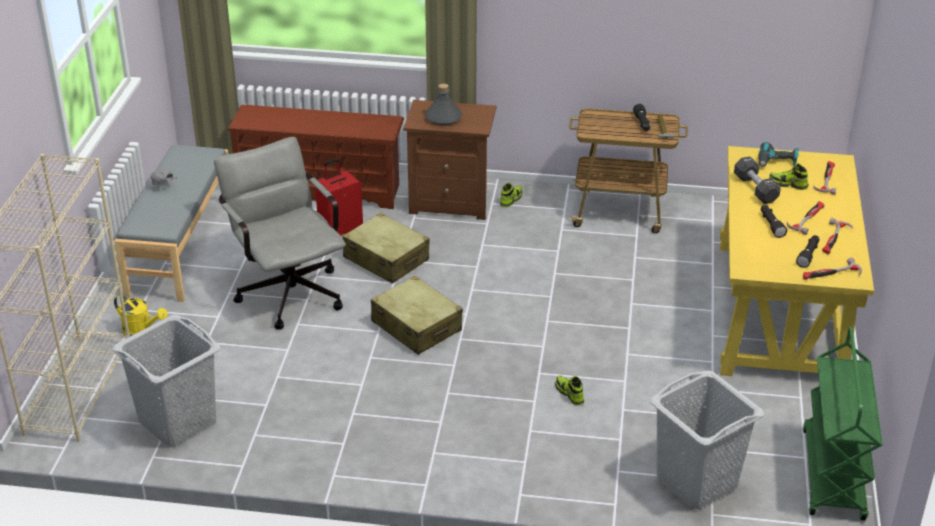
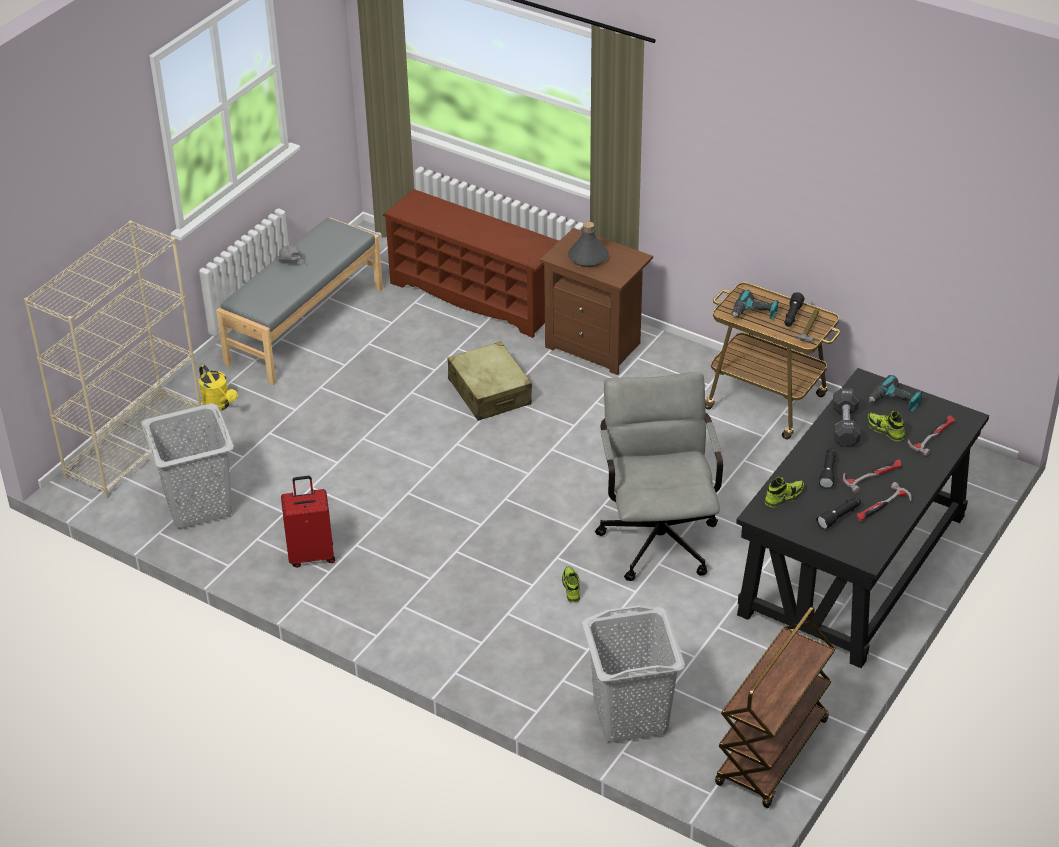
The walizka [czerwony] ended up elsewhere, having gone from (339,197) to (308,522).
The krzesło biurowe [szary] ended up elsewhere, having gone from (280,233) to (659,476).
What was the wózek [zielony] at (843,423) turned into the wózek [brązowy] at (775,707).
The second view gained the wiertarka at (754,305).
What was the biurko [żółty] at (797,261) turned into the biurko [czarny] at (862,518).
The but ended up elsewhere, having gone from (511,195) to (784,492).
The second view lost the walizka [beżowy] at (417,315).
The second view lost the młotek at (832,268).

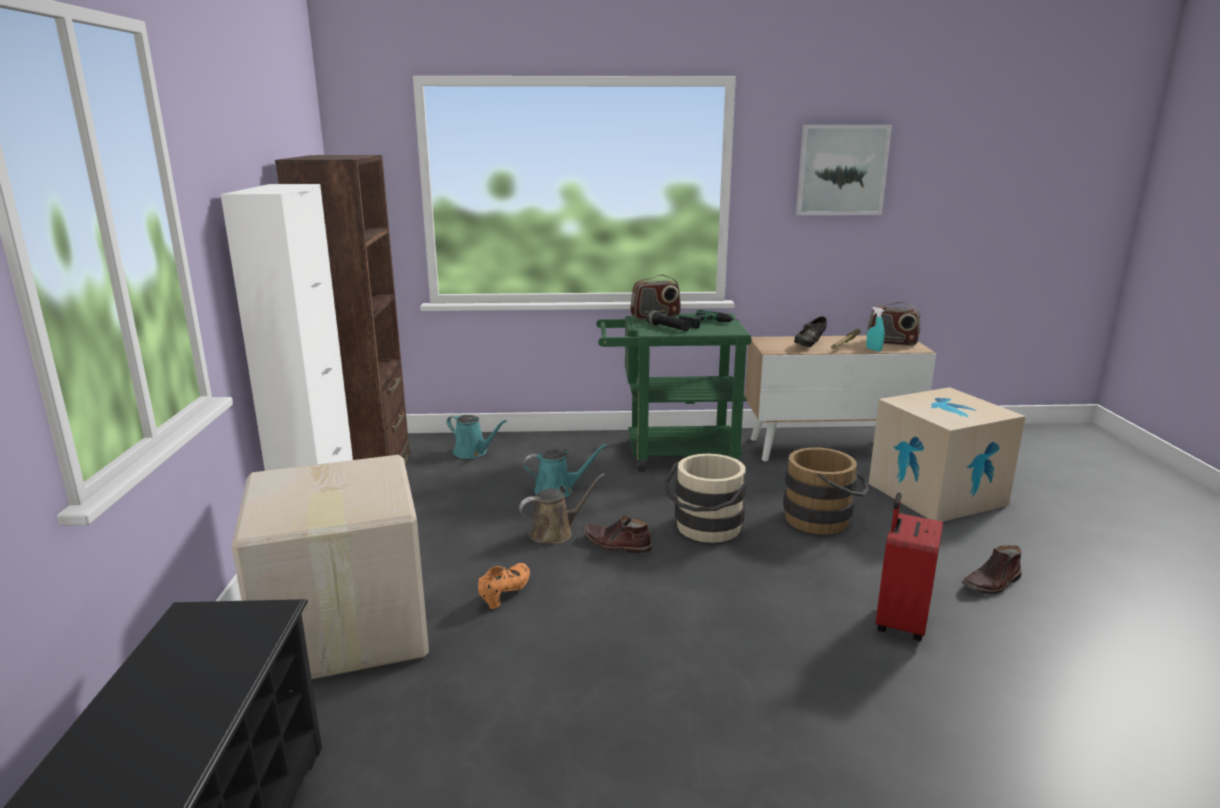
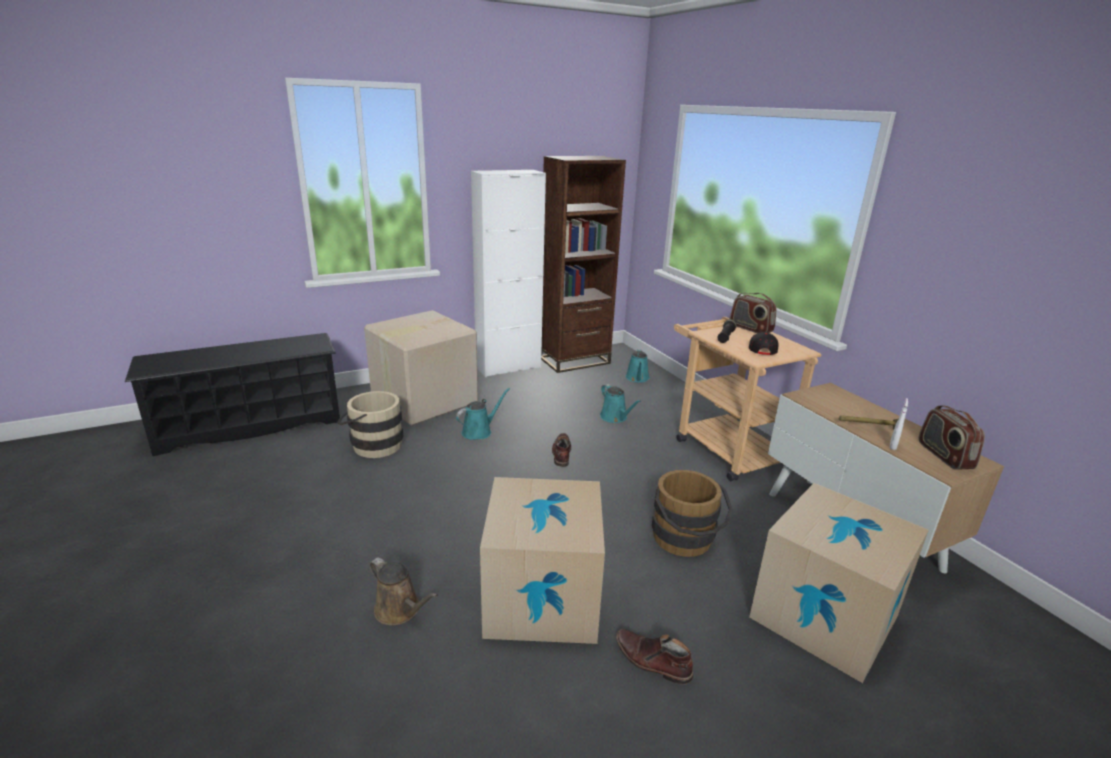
The wiadro [beżowy] ended up elsewhere, having gone from (705,498) to (370,424).
The konewka [brązowy] ended up elsewhere, having gone from (562,508) to (403,592).
Where the but [pomarańczowy] stood at (504,586), the konewka [turkusowy] came to stand at (483,414).
Where the walizka [czerwony] stood at (909,567), the karton came to stand at (542,560).
What was the wózek [zielony] at (674,392) turned into the wózek [beżowy] at (748,399).
Where the wiertarka stood at (710,319), the czapka z daszkiem [czarny] came to stand at (764,343).
What was the spryskiwacz [turkusowy] at (875,329) turned into the spryskiwacz [biały] at (899,424).
The second view lost the but [czarny] at (810,331).
The second view lost the obraz at (844,170).

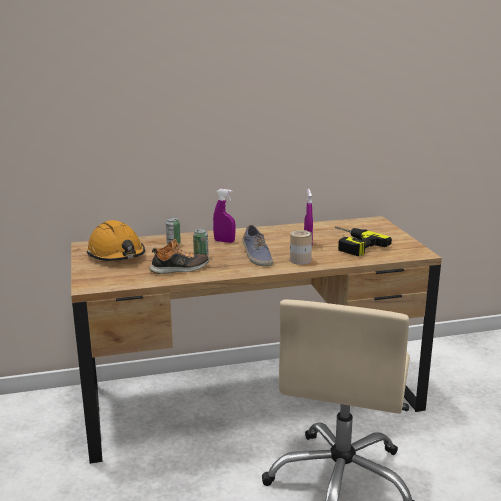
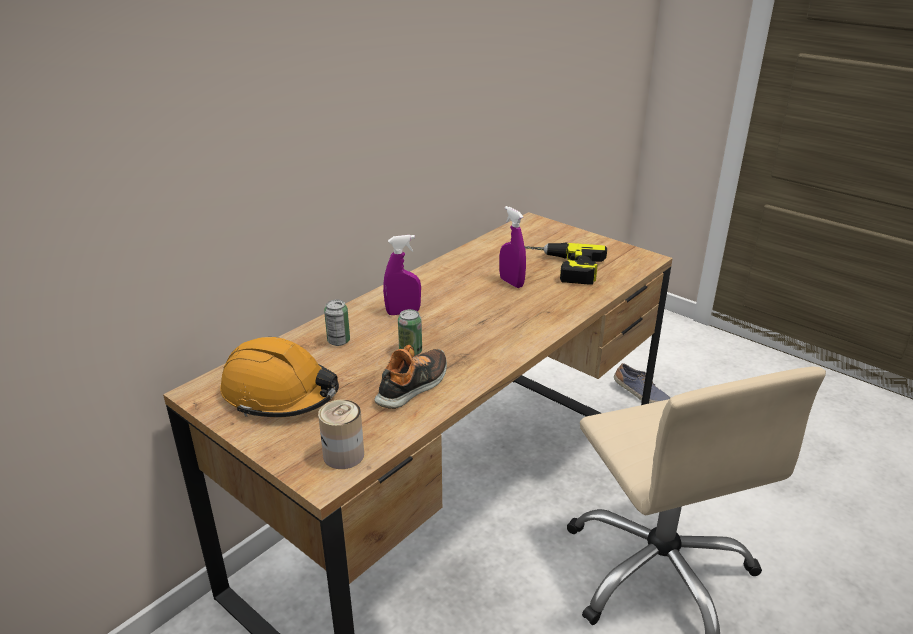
The puszka ended up elsewhere, having gone from (301,247) to (341,434).
The but ended up elsewhere, having gone from (257,245) to (642,383).

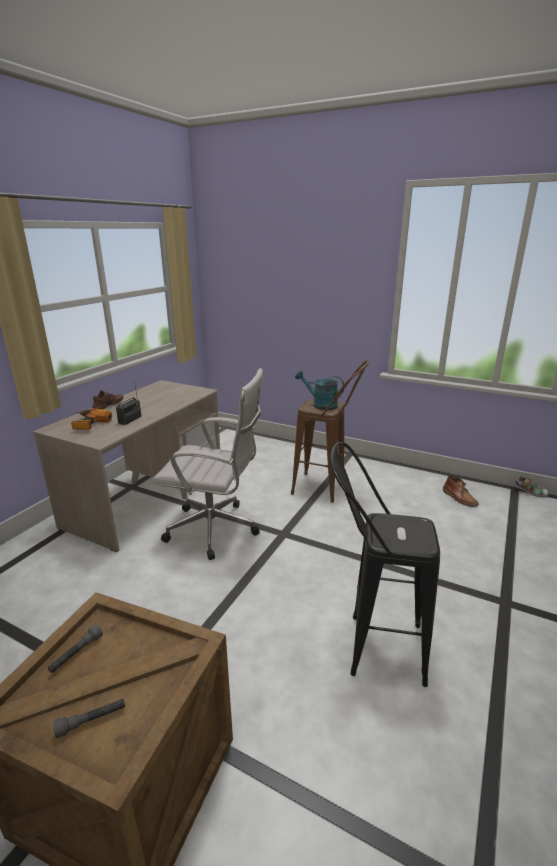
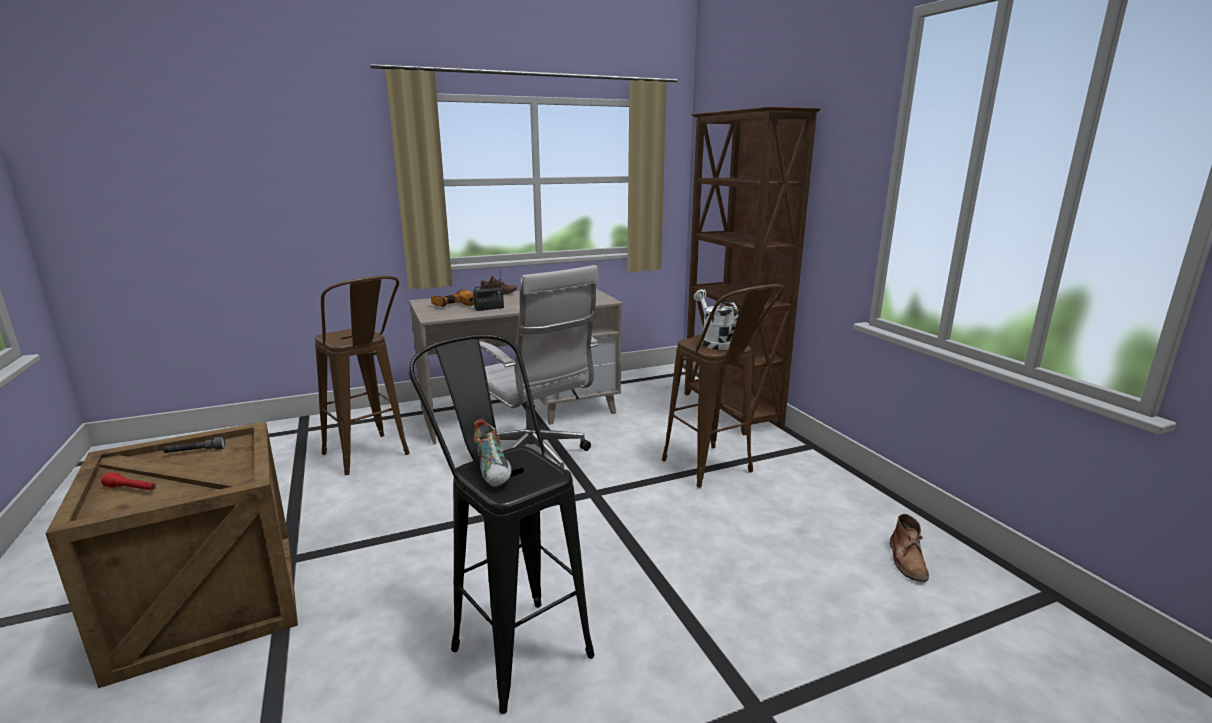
What was the latarka [szary] at (89,718) turned into the latarka [czerwony] at (128,481).
The second view gained the stołek [brązowy] at (362,375).
The but ended up elsewhere, having gone from (531,486) to (492,453).
The second view gained the regał [brązowy] at (753,271).
What was the konewka [turkusowy] at (319,390) turned into the konewka [biały] at (716,319).

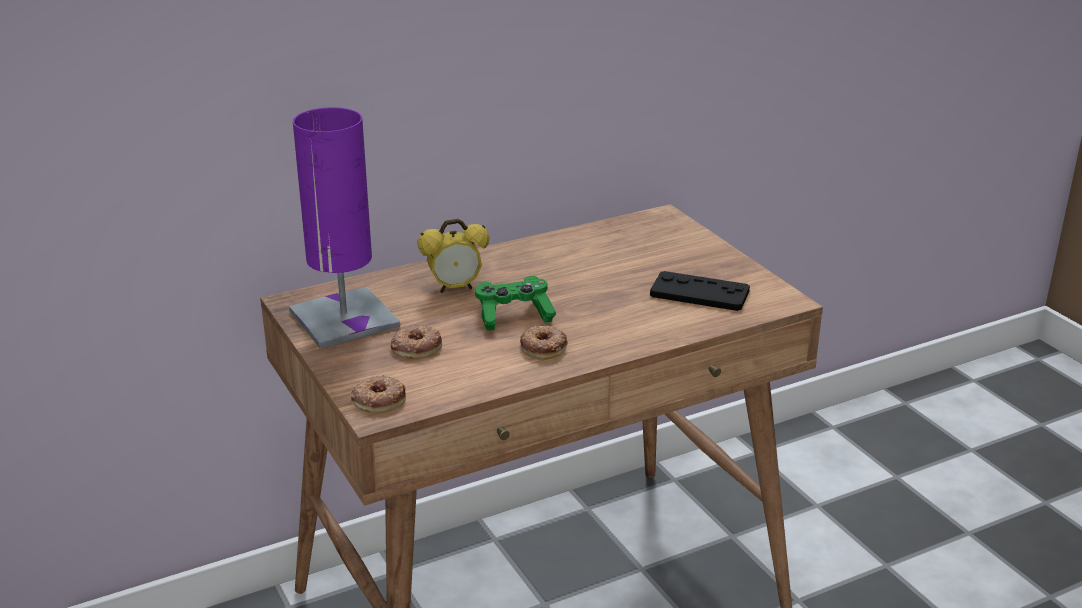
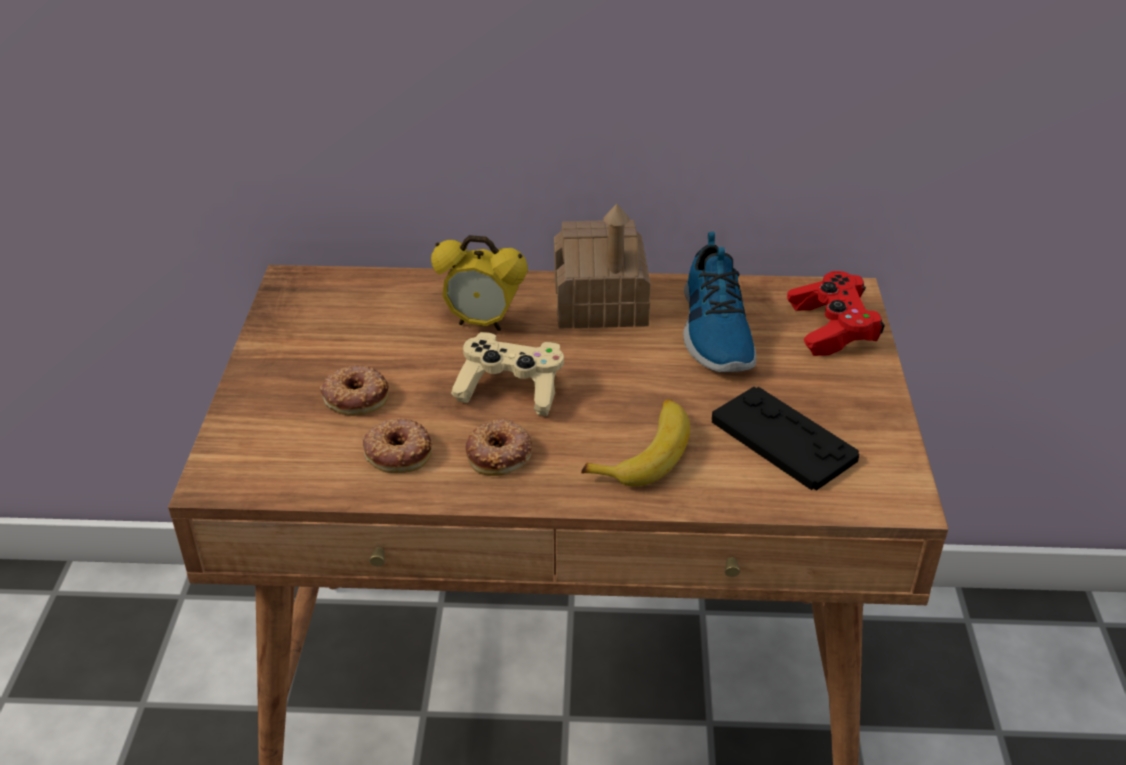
The donut ended up elsewhere, having gone from (378,394) to (398,446).
What was the pad do gier [zielony] at (515,303) turned into the pad do gier [beżowy] at (507,374).
The second view gained the domek at (602,266).
The second view gained the banan at (635,442).
The second view gained the but at (719,302).
The second view gained the pad do gier [czerwony] at (836,313).
The second view lost the lampa stołowa [fioletowy] at (344,228).

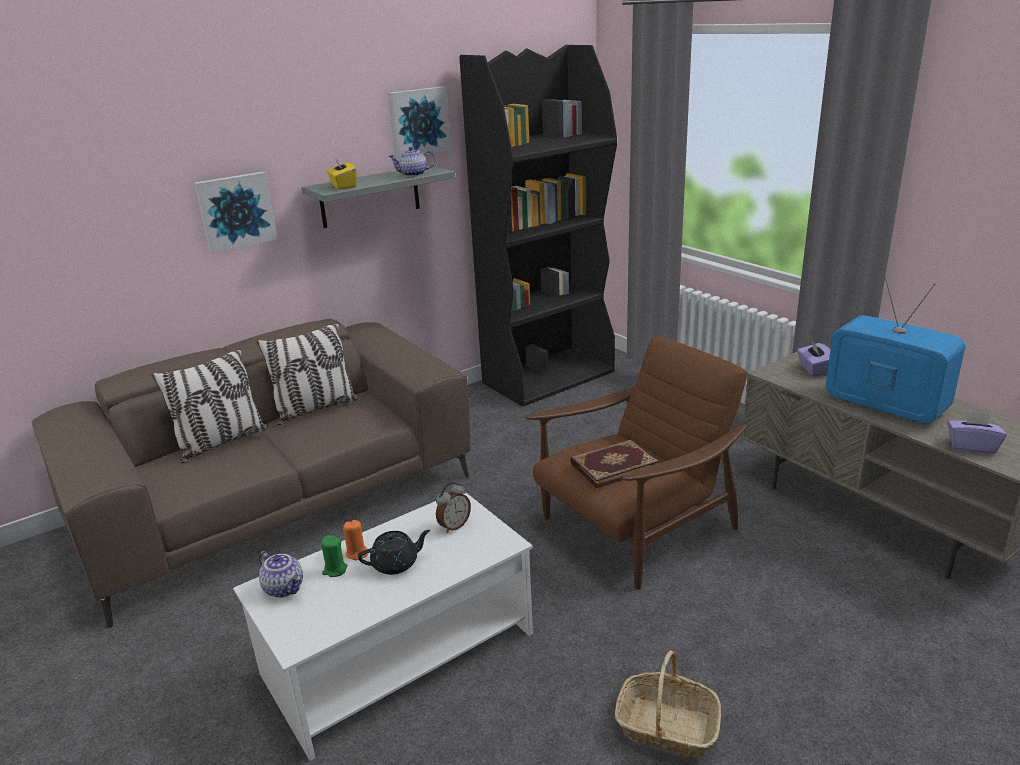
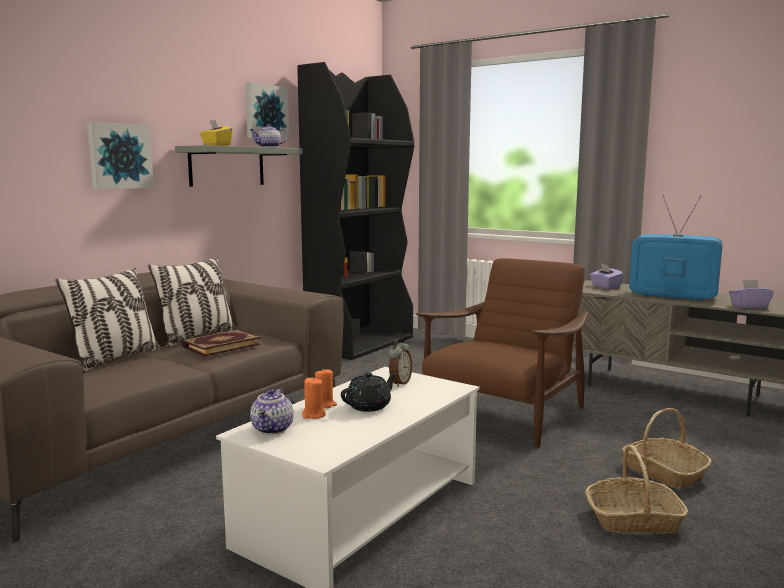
The książka ended up elsewhere, having gone from (614,464) to (221,343).
The imbryk at (281,574) ended up facing another way, 75 degrees clockwise from before.
What was the świeca [zielony] at (334,556) turned into the świeca [pomarańczowy] at (314,398).
The second view gained the koszyk at (667,448).

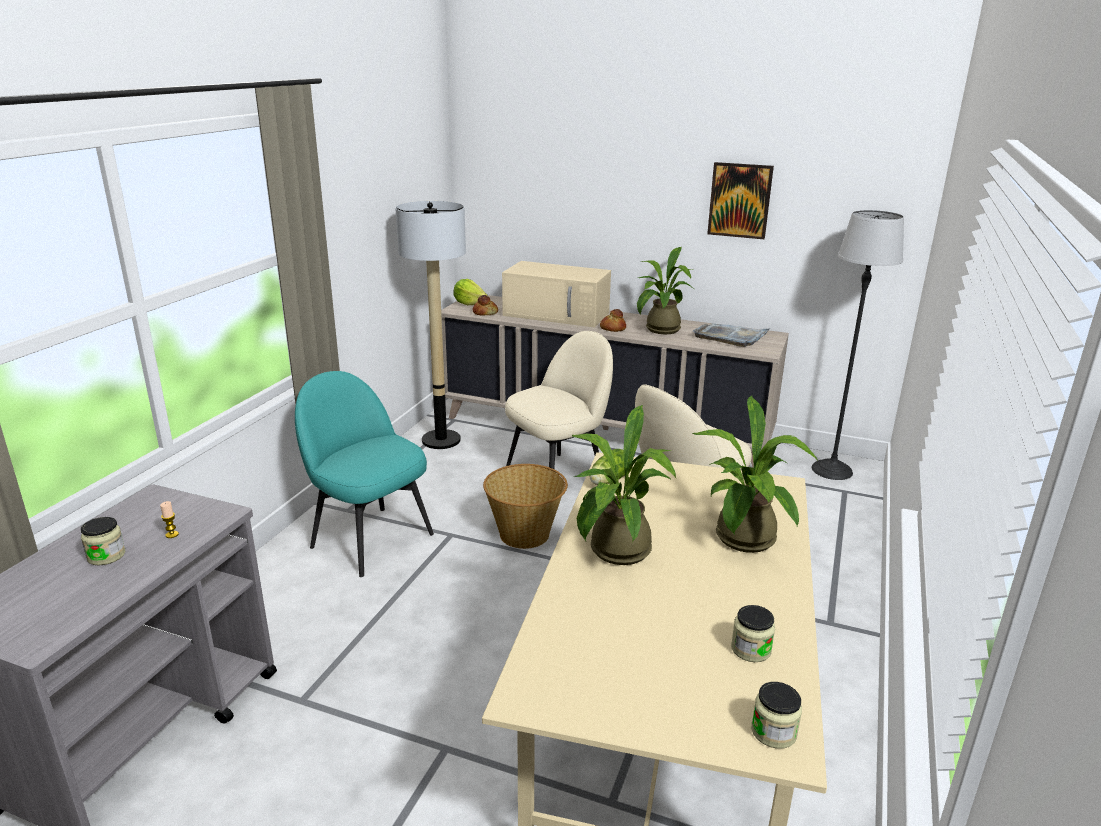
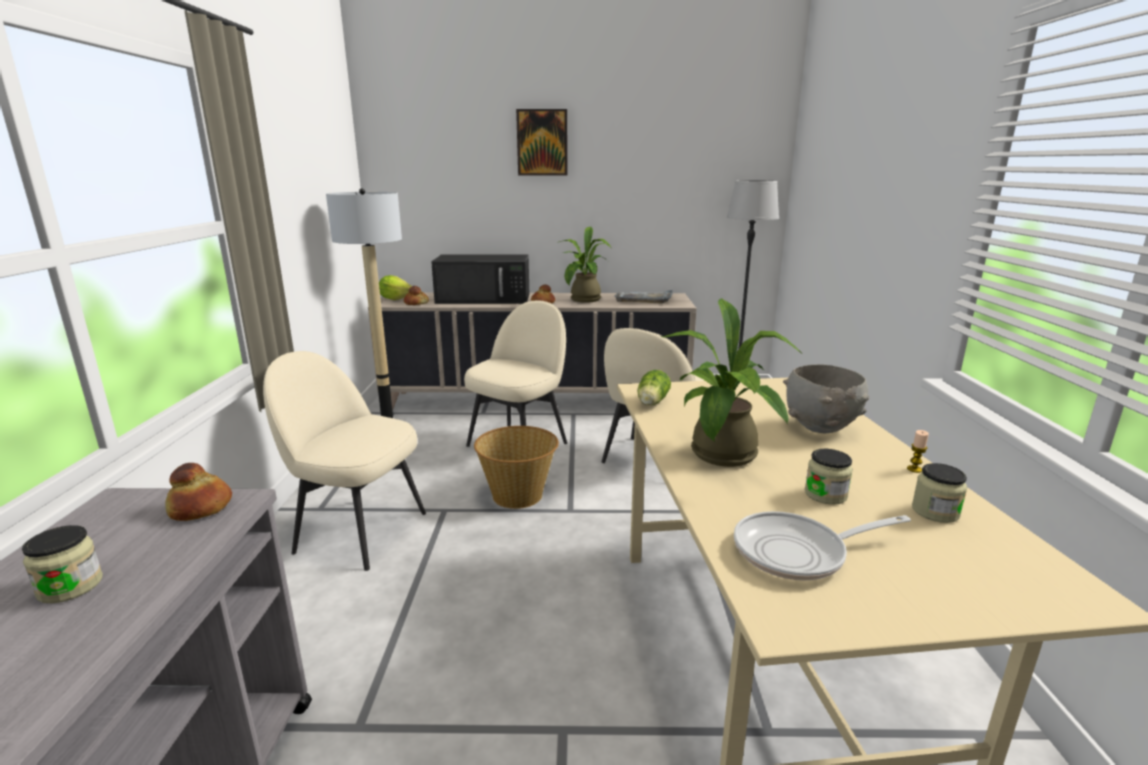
The second view gained the chleb at (198,492).
What was the krzesło [turkusowy] at (364,474) turned into the krzesło [beżowy] at (344,461).
What was the mikrofalówka [beżowy] at (556,294) turned into the mikrofalówka [czarny] at (480,279).
The obraz ended up elsewhere, having gone from (740,200) to (542,142).
The second view gained the patelnia at (822,546).
Where the roślina doniczkowa stood at (755,474), the miska [szary] came to stand at (826,398).
The słoik ended up elsewhere, having gone from (776,715) to (829,477).
The świeca ended up elsewhere, having gone from (169,519) to (918,451).

